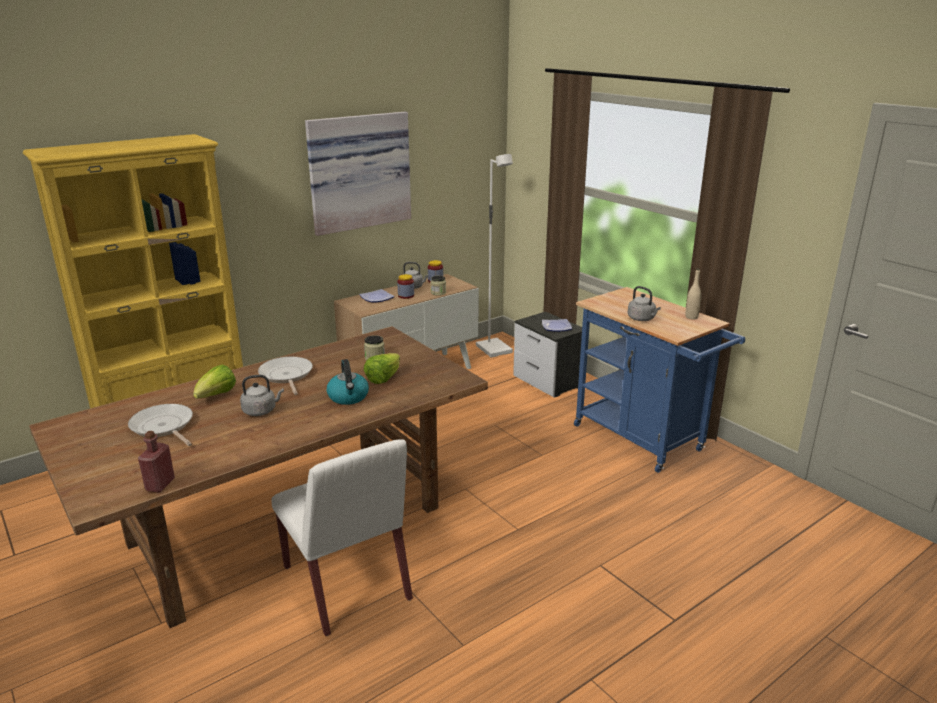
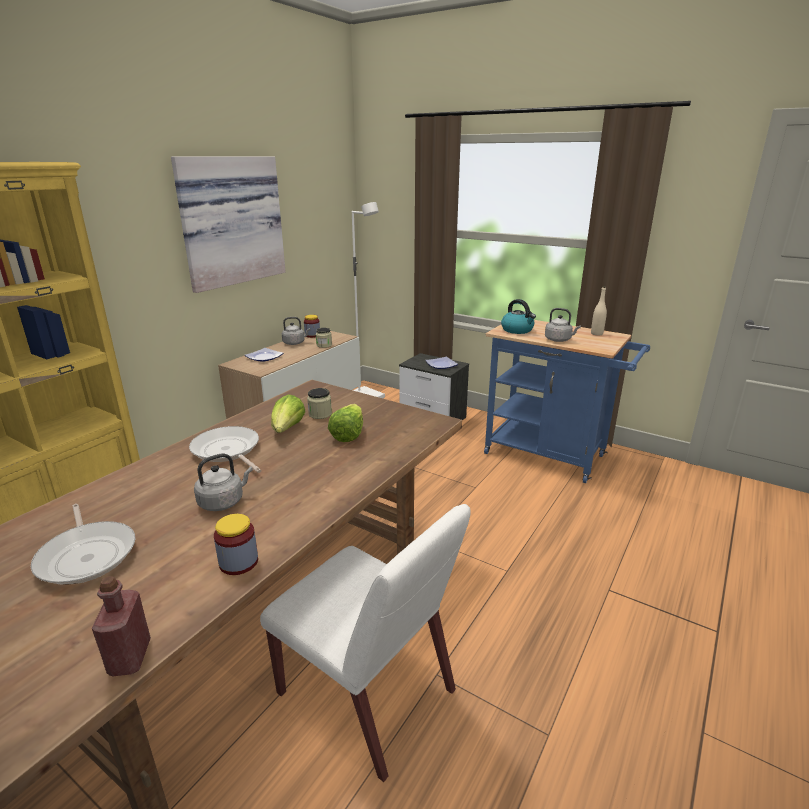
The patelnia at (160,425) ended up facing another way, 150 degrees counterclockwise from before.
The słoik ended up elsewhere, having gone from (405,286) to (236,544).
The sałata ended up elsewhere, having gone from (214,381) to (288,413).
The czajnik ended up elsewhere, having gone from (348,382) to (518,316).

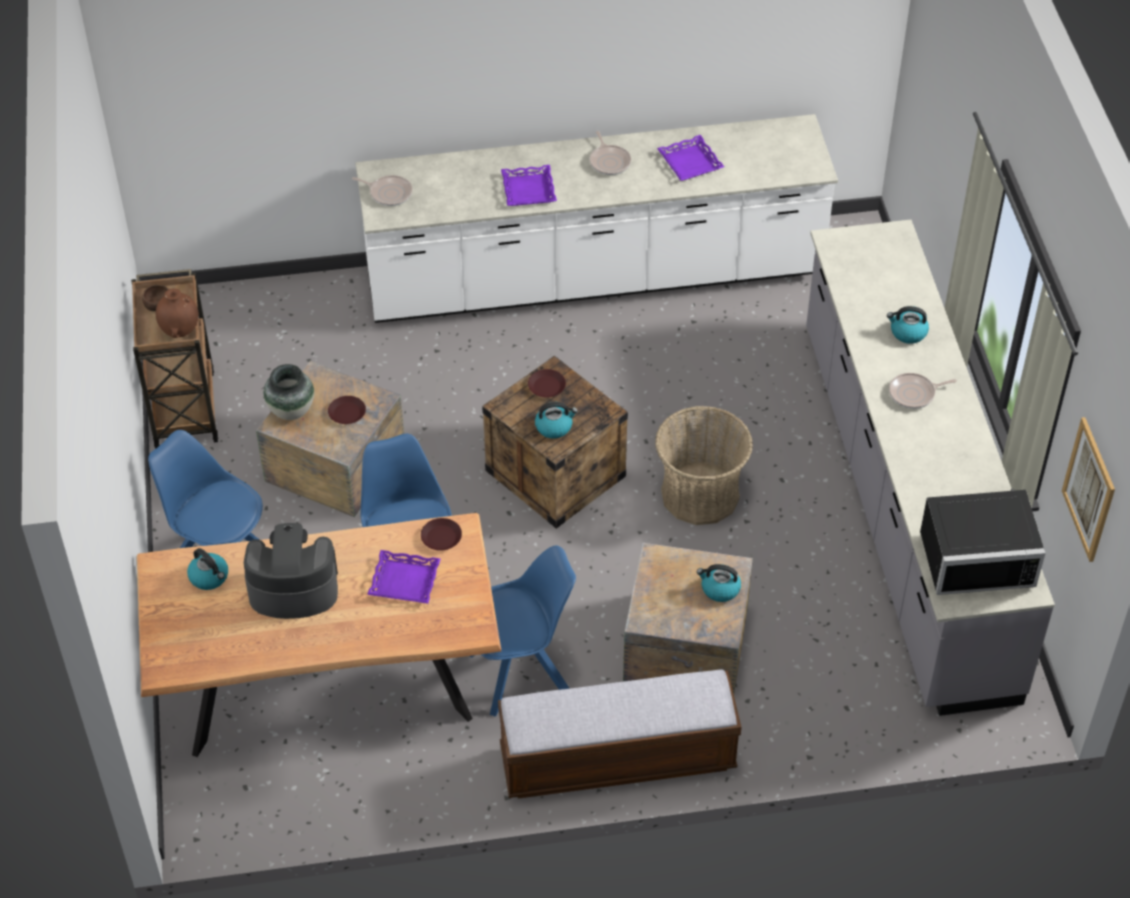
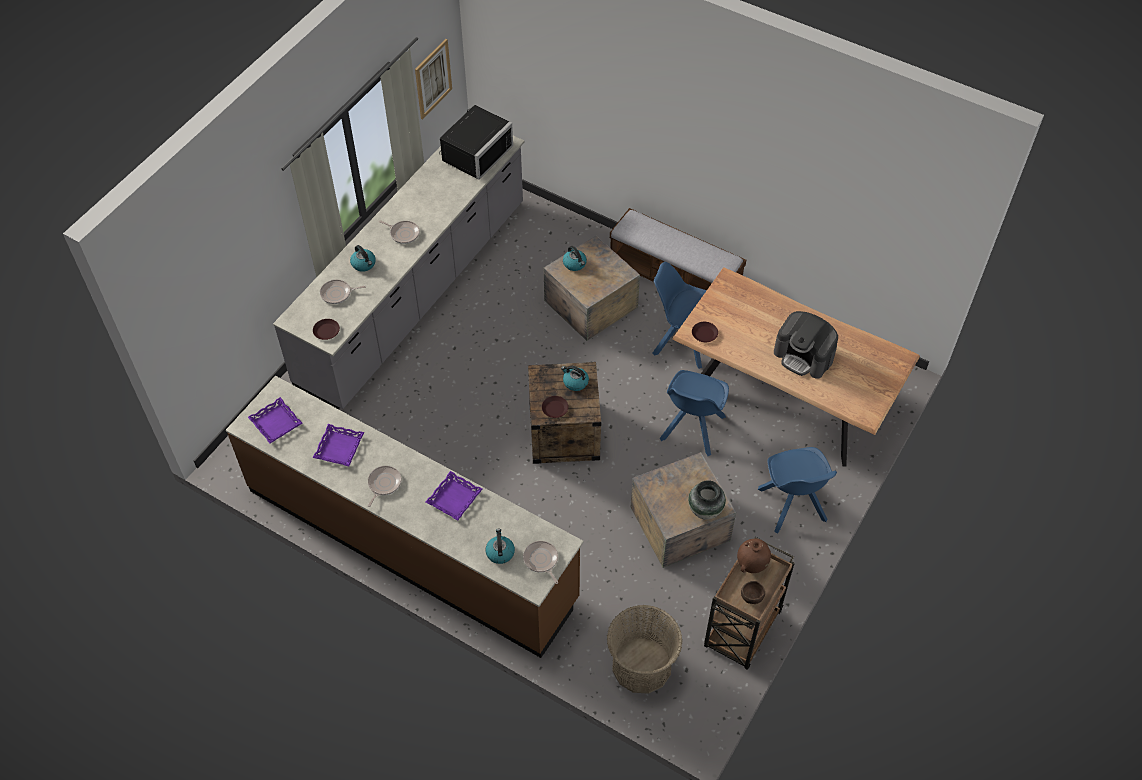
What was the zabudowa kuchenna [biały] at (596,218) turned into the zabudowa kuchenna [brązowy] at (405,517).
The taca [fioletowy] ended up elsewhere, having gone from (404,577) to (275,420).
The talerz [brązowy] ended up elsewhere, having gone from (347,410) to (326,329).
The second view gained the patelnia at (343,291).
The mikrofalówka [czarny] at (982,542) ended up facing another way, 90 degrees clockwise from before.
The czajnik ended up elsewhere, having gone from (207,569) to (500,546).
The koszyk ended up elsewhere, having gone from (704,465) to (645,649).

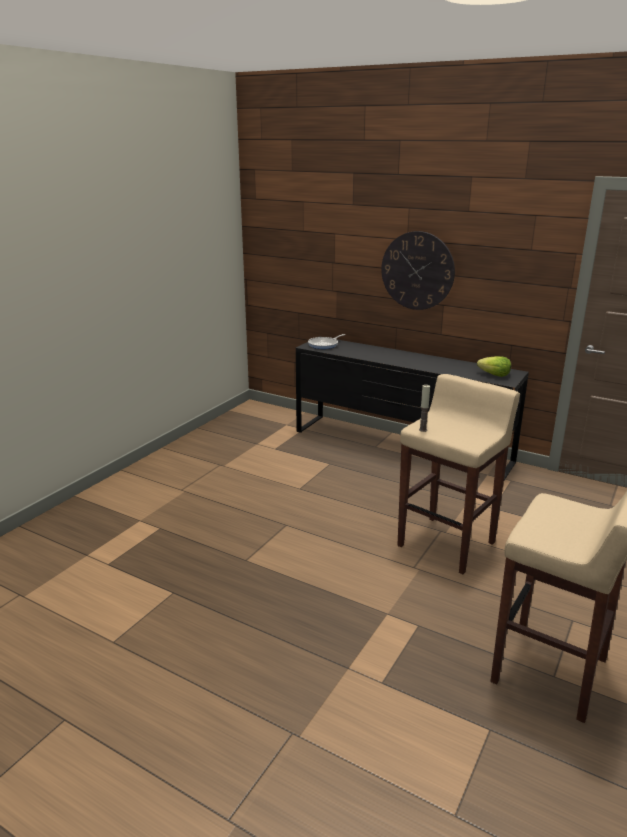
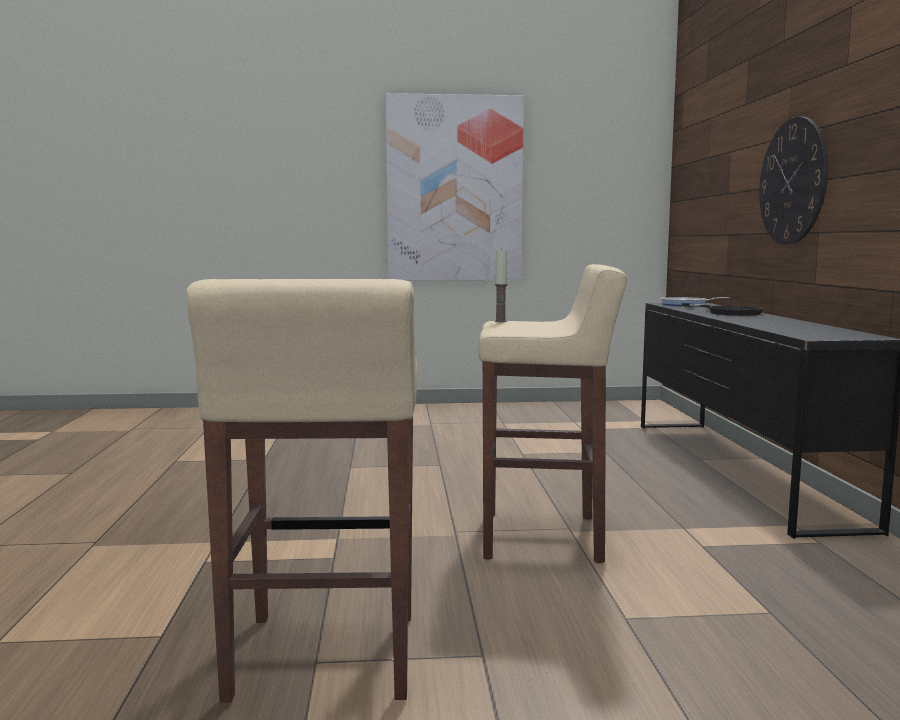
The second view gained the obraz at (455,186).
The second view gained the patelnia [czarny] at (722,309).
The second view lost the sałata at (494,366).

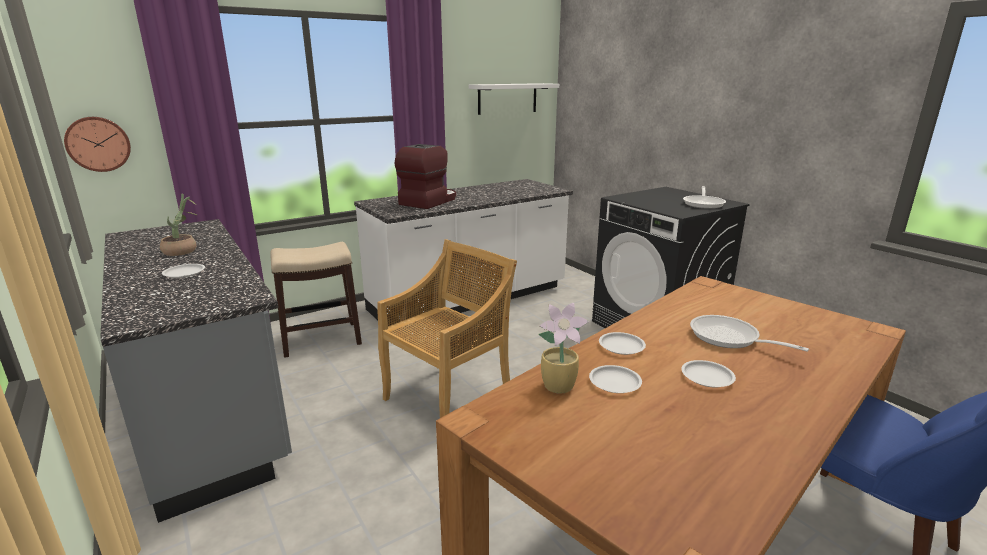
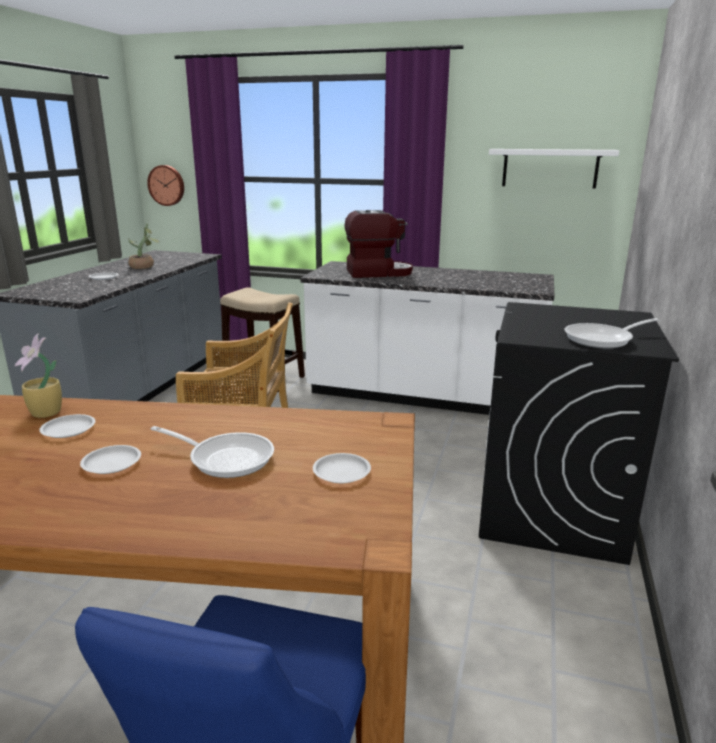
The patelnia at (749,333) ended up facing another way, 105 degrees clockwise from before.
The talerz [biały] ended up elsewhere, having gone from (622,343) to (342,468).

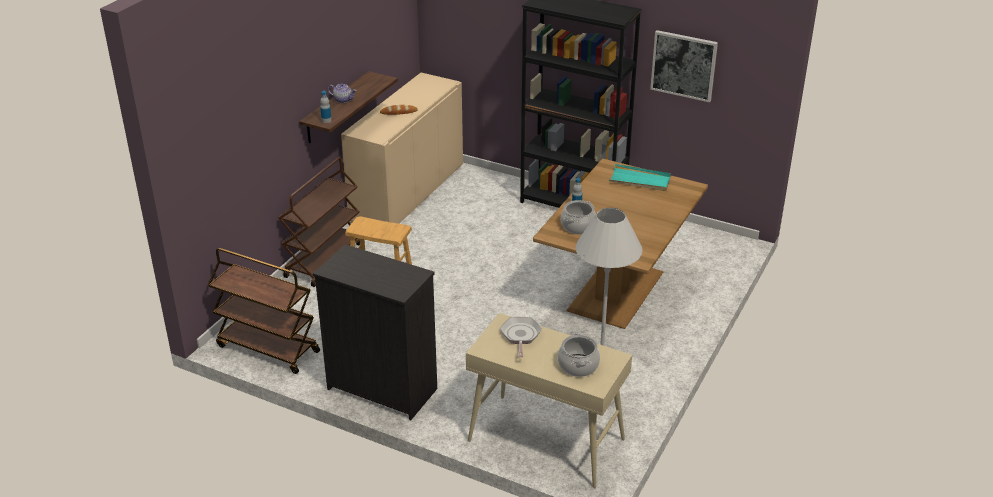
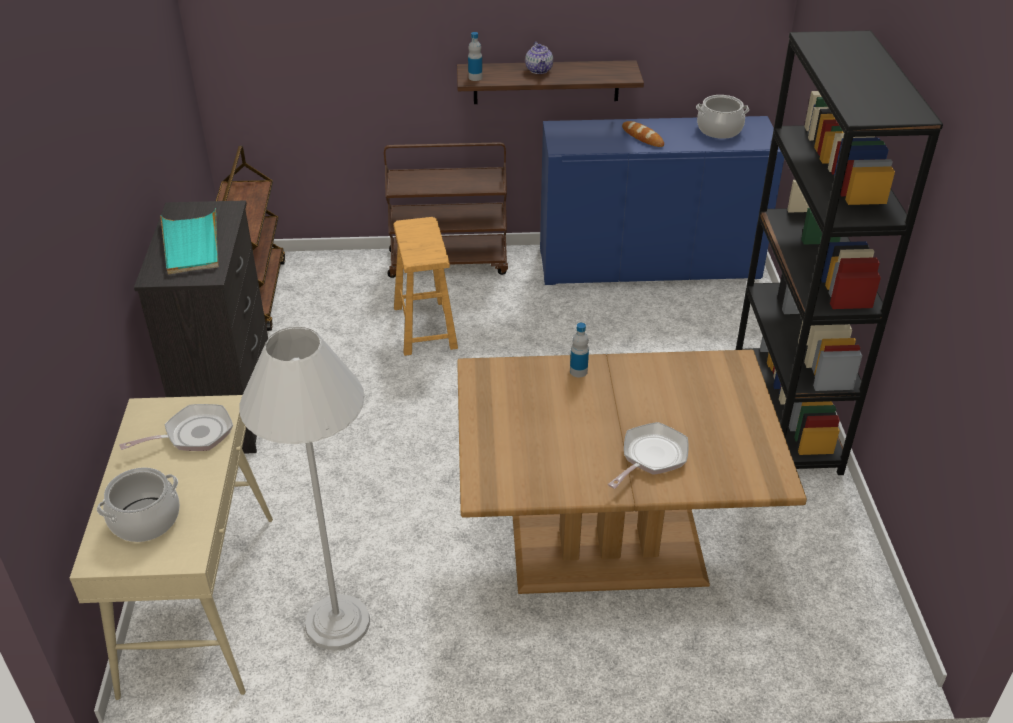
The taca [turkusowy] ended up elsewhere, having gone from (640,177) to (189,241).
What was the szafka [beżowy] at (402,148) turned into the szafka [niebieski] at (662,200).
The second view gained the patelnia at (648,455).
The garnek ended up elsewhere, having gone from (578,217) to (722,117).
The second view lost the obraz at (684,66).

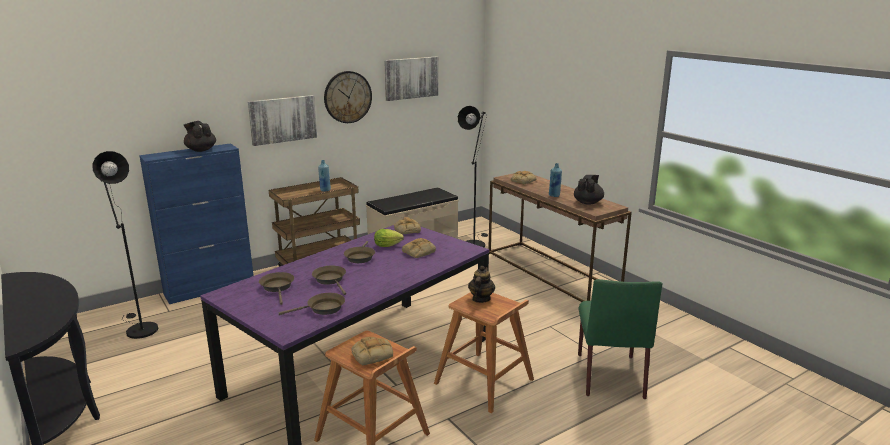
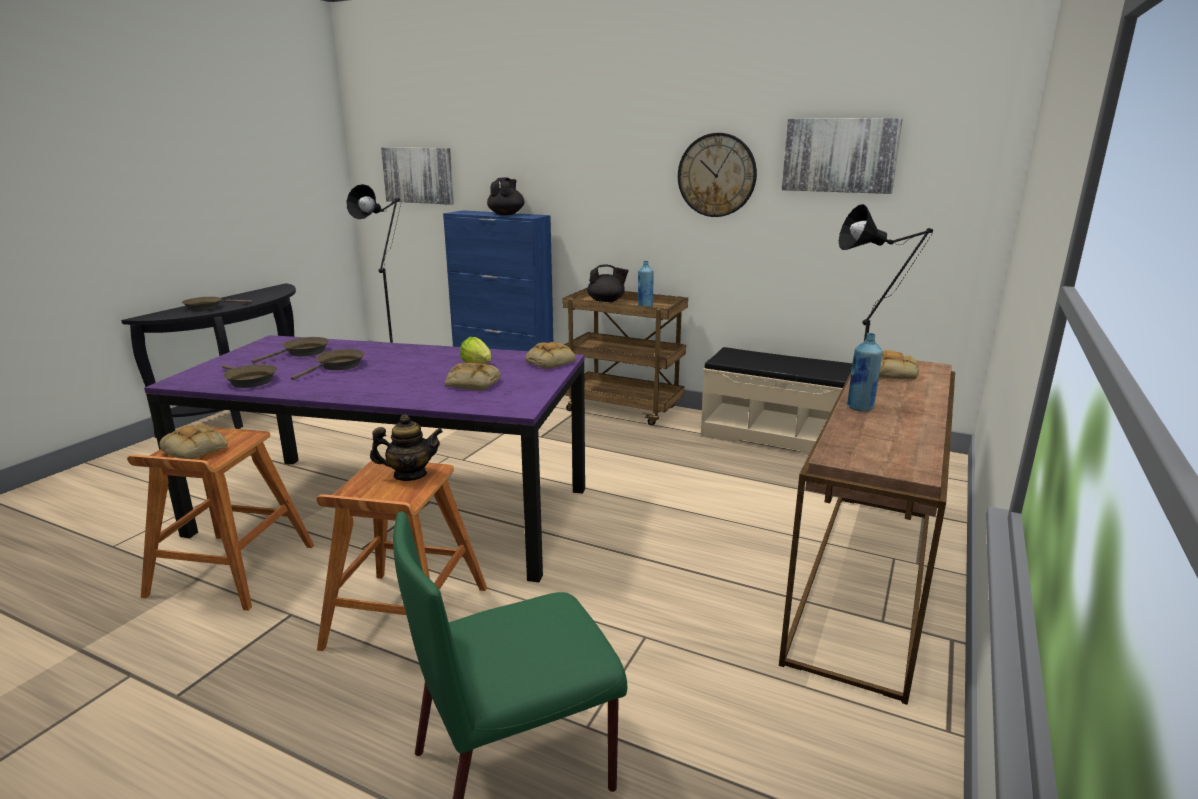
The patelnia [brązowy] ended up elsewhere, having gone from (359,252) to (217,304).
The obraz ended up elsewhere, having gone from (282,120) to (417,176).
The imbryk [czarny] ended up elsewhere, having gone from (589,190) to (608,283).

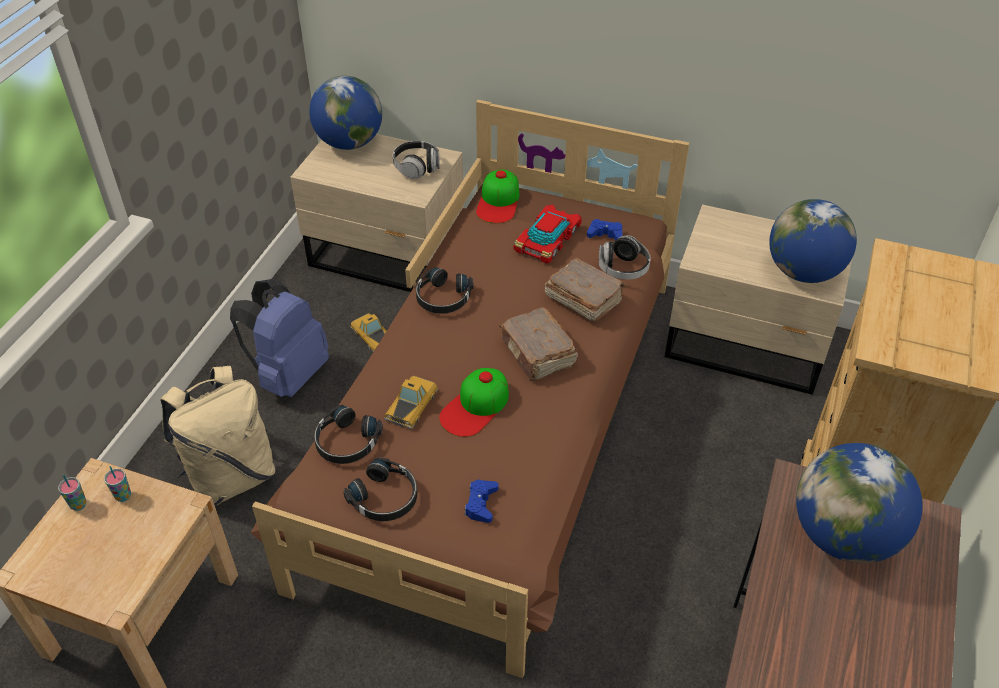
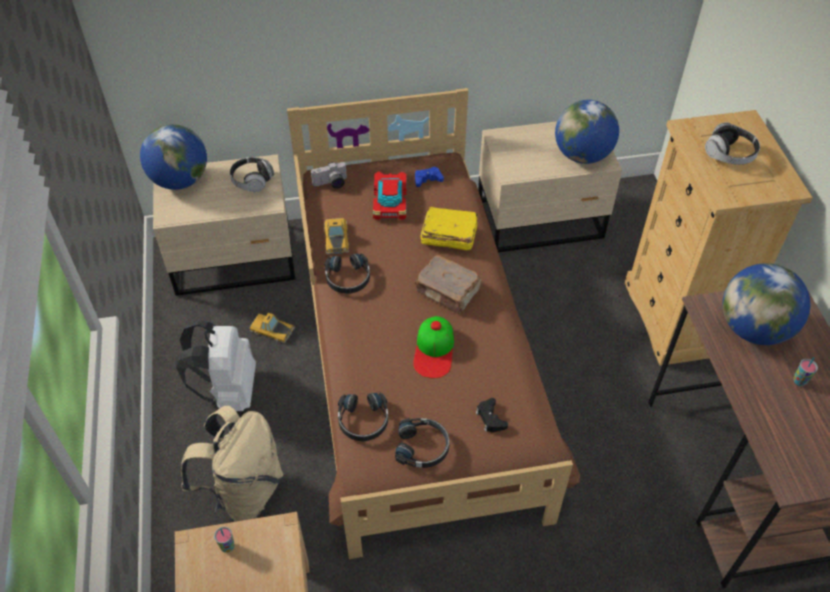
What was the plecak [niebieski] at (279,338) turned into the plecak [biały] at (215,365).
Where the czapka z daszkiem stood at (497,196), the aparat fotograficzny came to stand at (329,175).
The samochodzik ended up elsewhere, having gone from (411,402) to (337,236).
What was the książka [brązowy] at (585,290) turned into the książka [żółty] at (449,228).
What was the pad do gier [niebieski] at (481,501) turned into the pad do gier [czarny] at (492,415).
The słuchawki ended up elsewhere, having gone from (625,257) to (732,143).
The filiżanka ended up elsewhere, having gone from (72,493) to (805,371).

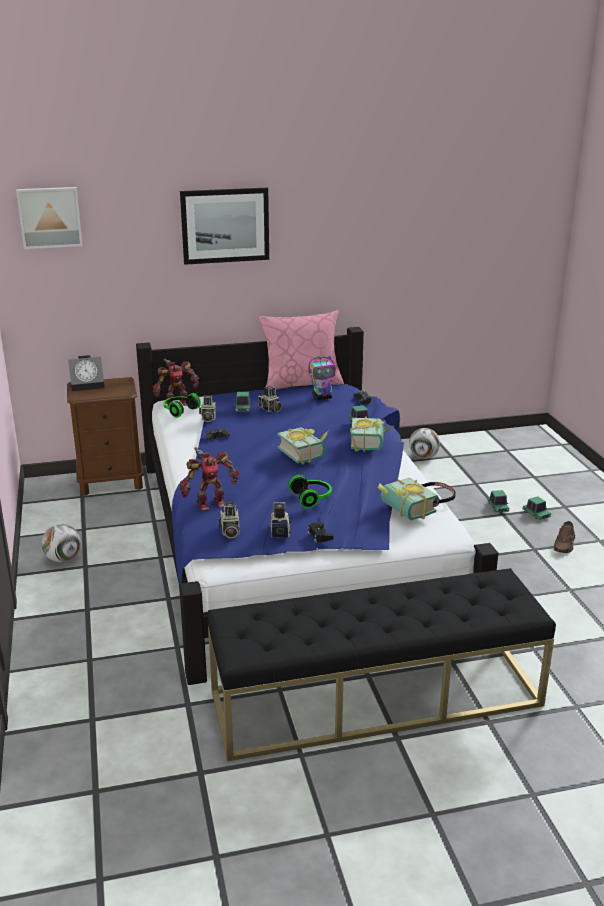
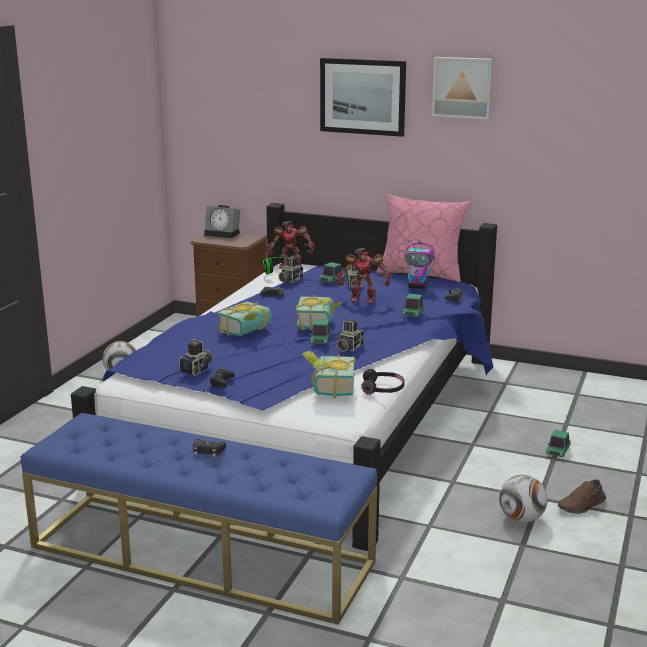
What was the ławka [czarny] at (381,664) turned into the ławka [niebieski] at (199,519).
The second view gained the pad do gier [czarny] at (209,448).
The książka ended up elsewhere, having gone from (372,434) to (244,319).
The samochodzik ended up elsewhere, having gone from (537,508) to (320,331).
The robot zabawkowy ended up elsewhere, having gone from (209,479) to (364,275).
The aparat fotograficzny ended up elsewhere, having gone from (229,521) to (350,335).
The obraz ended up elsewhere, having gone from (49,218) to (462,88).
The piłka futbolowa ended up elsewhere, having gone from (424,443) to (523,499).
The second view lost the słuchawki at (310,492).

